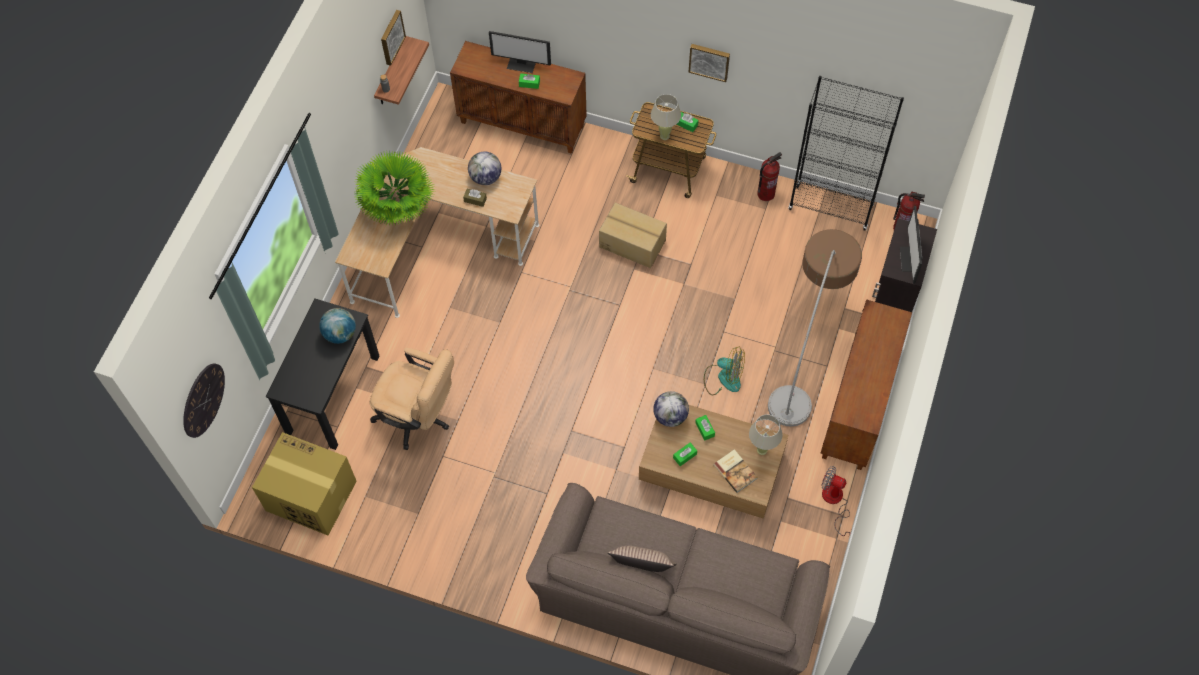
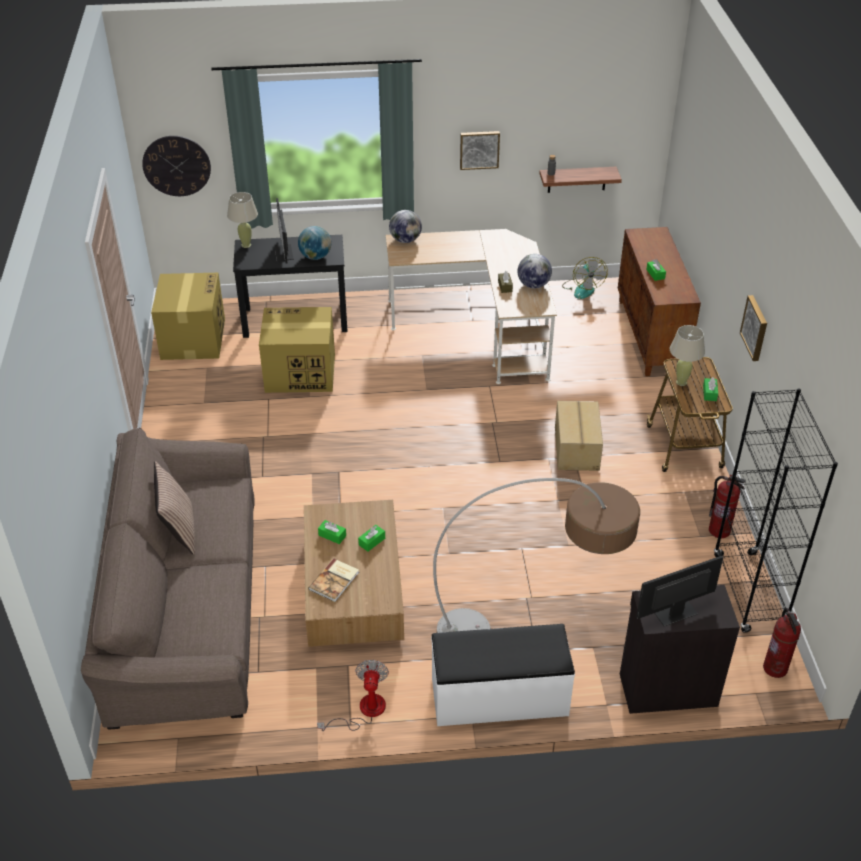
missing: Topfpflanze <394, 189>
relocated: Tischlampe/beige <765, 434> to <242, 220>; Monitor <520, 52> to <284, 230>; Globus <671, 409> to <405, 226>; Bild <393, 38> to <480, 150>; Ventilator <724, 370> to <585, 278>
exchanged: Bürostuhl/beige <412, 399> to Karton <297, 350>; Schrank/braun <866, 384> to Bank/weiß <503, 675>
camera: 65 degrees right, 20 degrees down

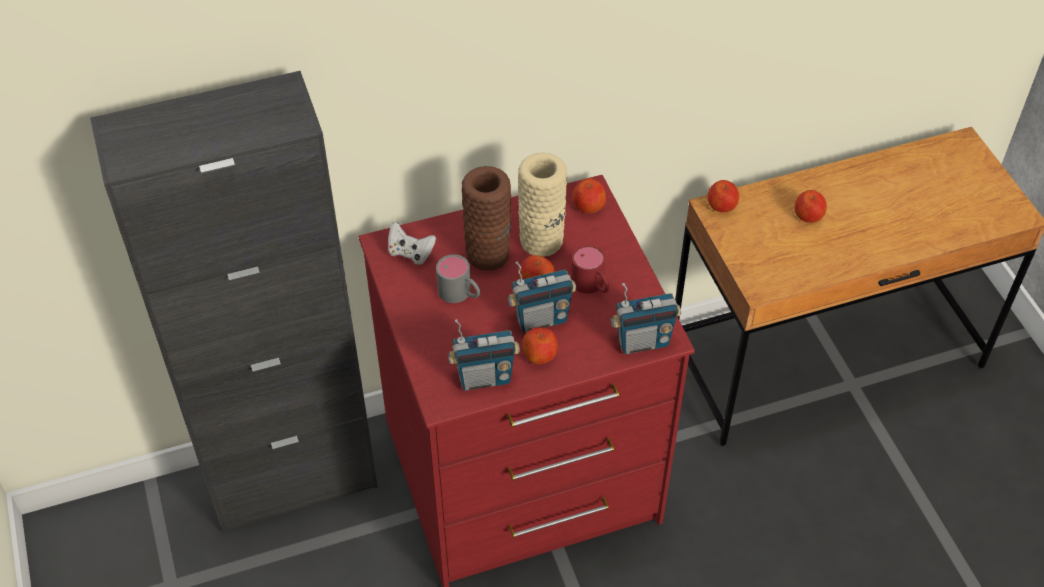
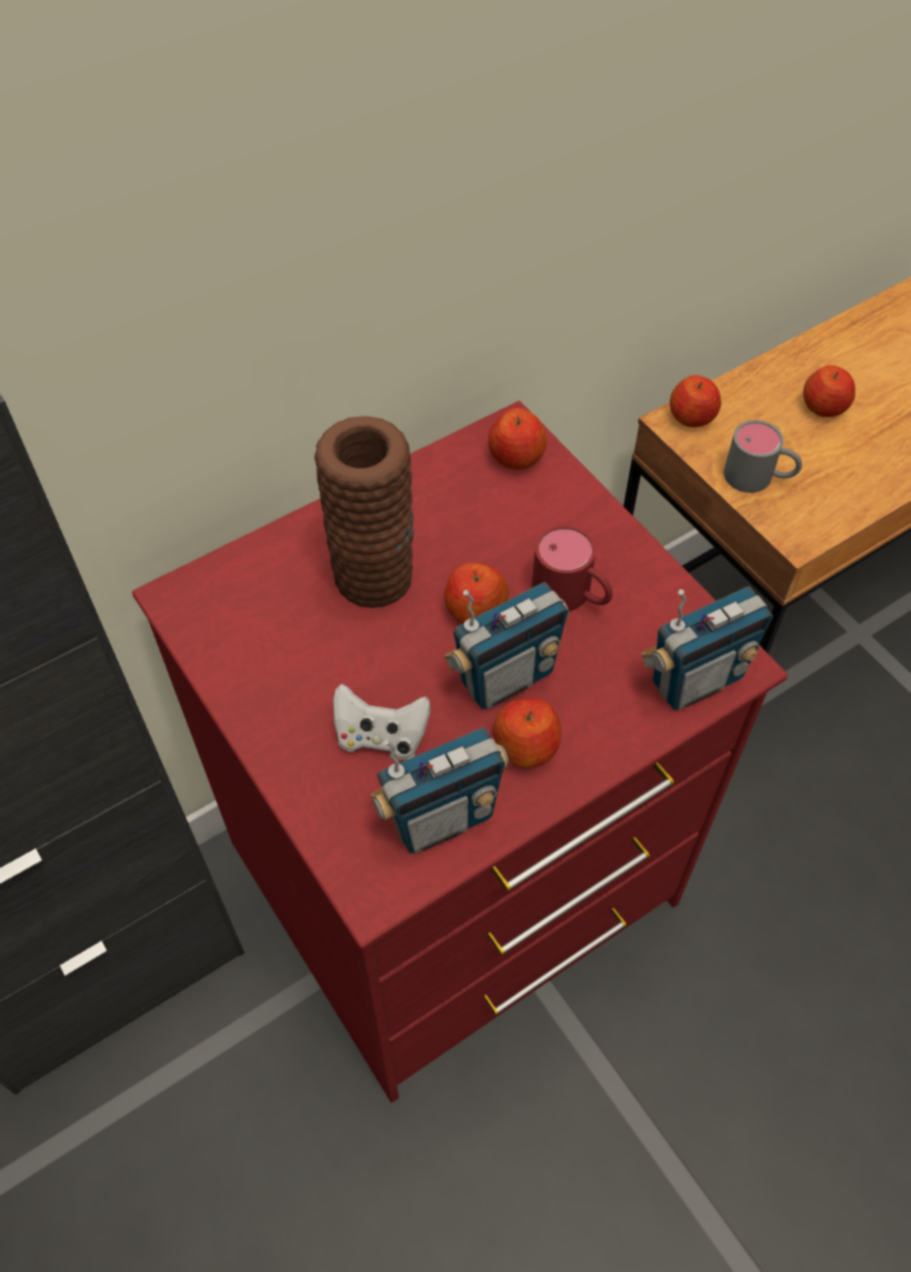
missing: Vase/beige <542, 205>
relocated: Gamepad/weiß <412, 243> to <381, 722>; Henkelbecher/grau <458, 278> to <763, 456>
camera: 15 degrees left, 5 degrees up

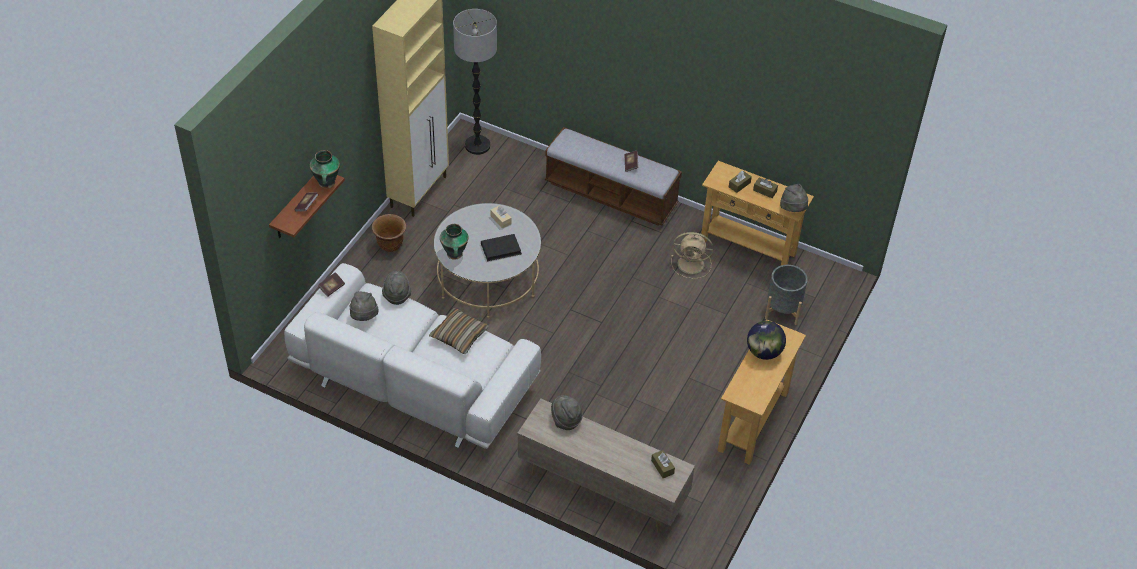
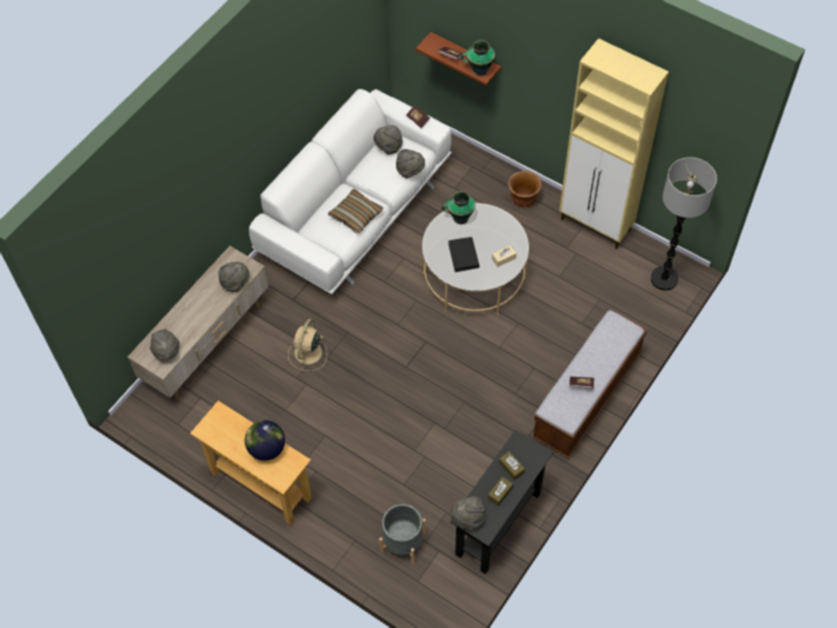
relocated: Ventilator/beige <692, 255> to <307, 345>
exchanged: Taschentuchbox/braun <663, 464> to Hut/grau <164, 345>
colour: Konsolentisch/beige <757, 213> to Konsolentisch/schwarz <501, 502>
camera: 100 degrees right, 10 degrees up

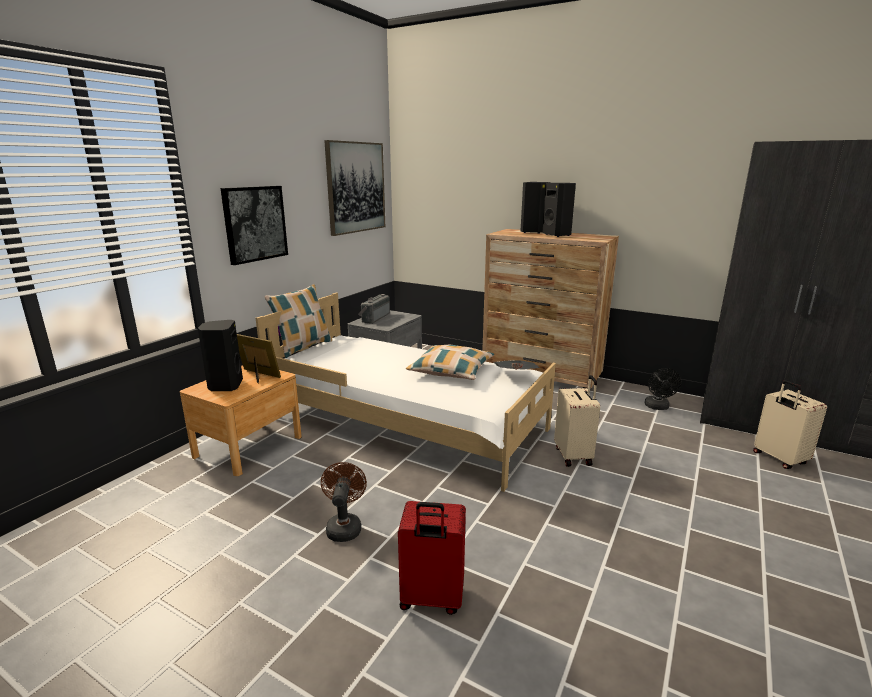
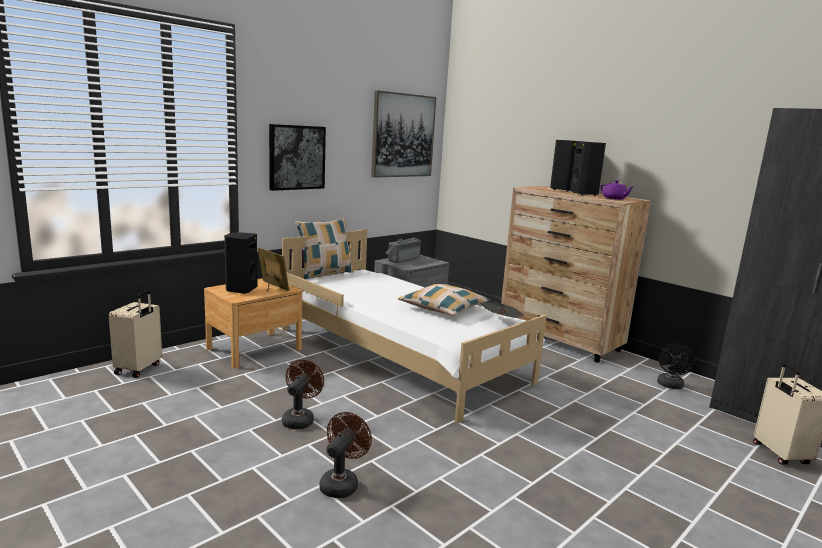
appeared: Teekanne/lila <617, 190>
relocated: Koffer/beige <577, 421> to <135, 334>
exchanged: Koffer/rot <432, 558> to Ventilator/braun <346, 455>
camera: 15 degrees right, 5 degrees down

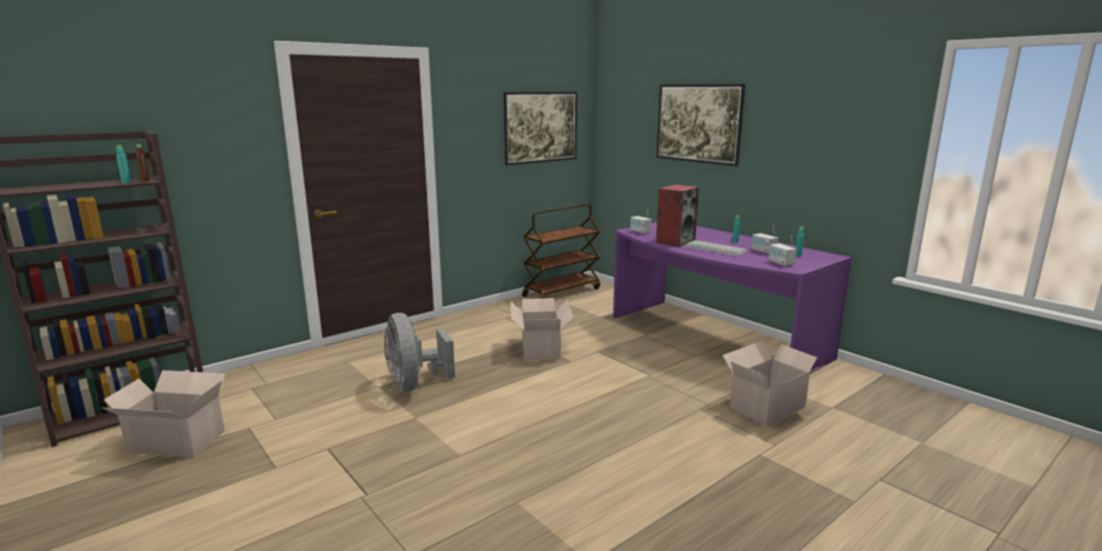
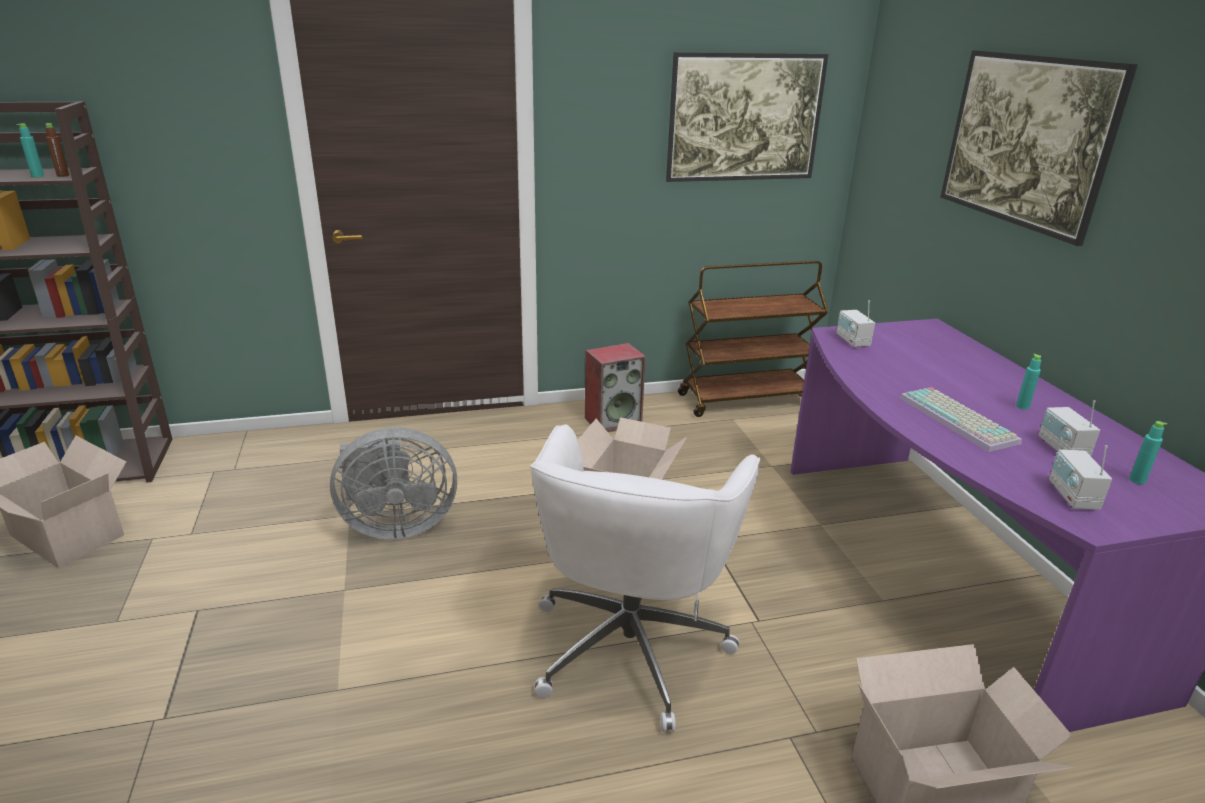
appeared: Bürostuhl/weiß <645, 578>
relocated: Lautsprecher <677, 216> to <615, 387>
spun: Ventilator/grau <419, 352> = <393, 483> 105 degrees counterclockwise
camera: 25 degrees right, 10 degrees up

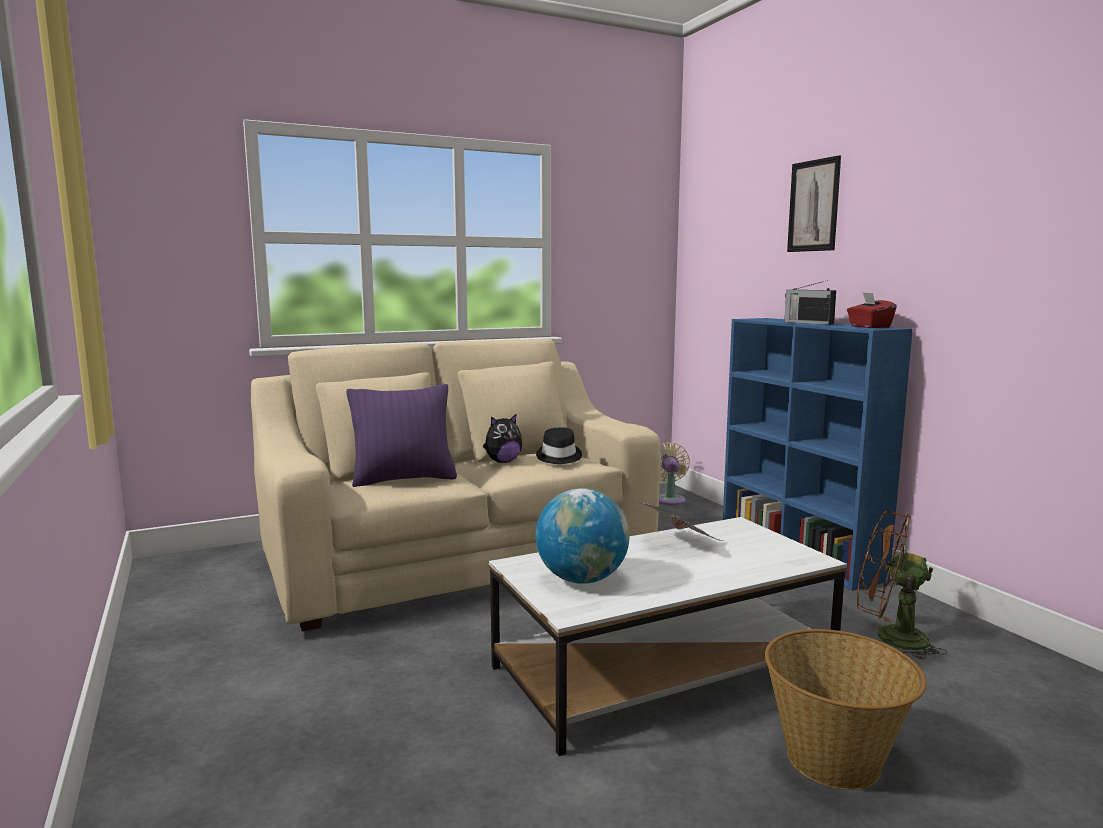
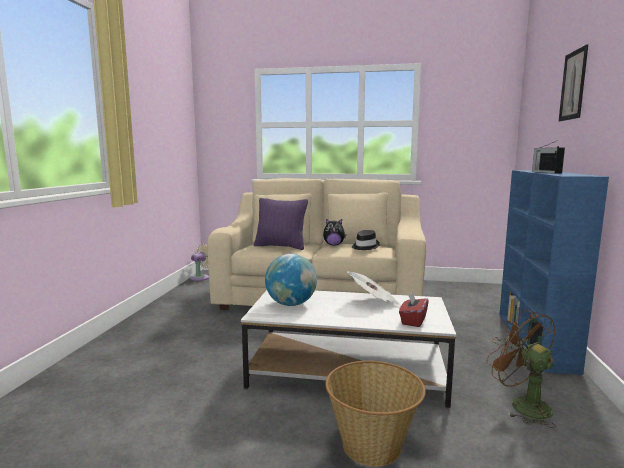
relocated: Ventilator/beige <674, 473> to <199, 262>; Taschentuchbox/rot <872, 310> to <414, 309>
camera: 35 degrees right, 0 degrees up

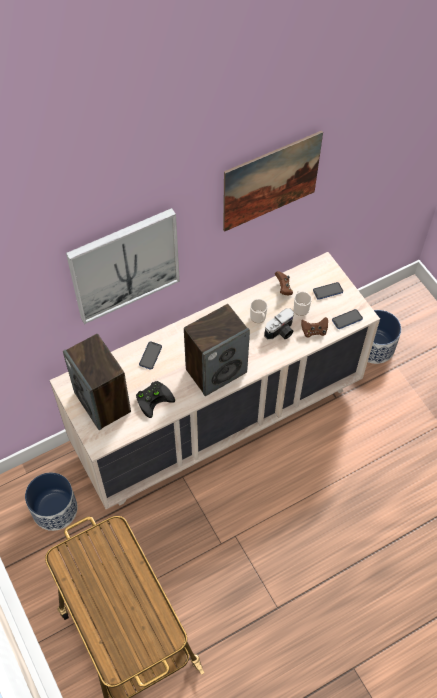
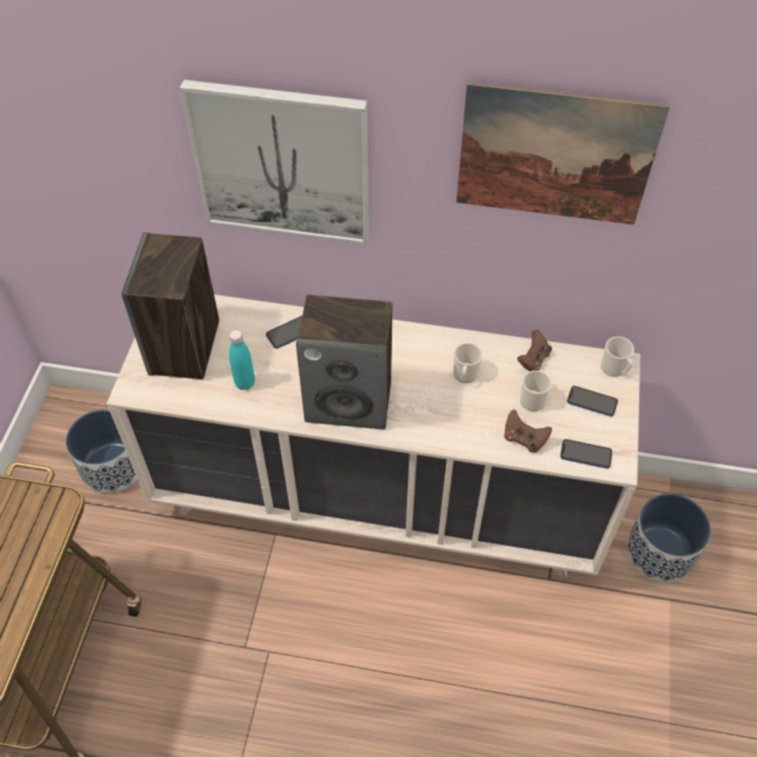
missing: Kamera <279, 324>
appeared: Henkelbecher <617, 356>
exchanged: Gamepad/schwarz <155, 399> to Flasche/türkis <242, 360>
camera: 40 degrees right, 5 degrees down

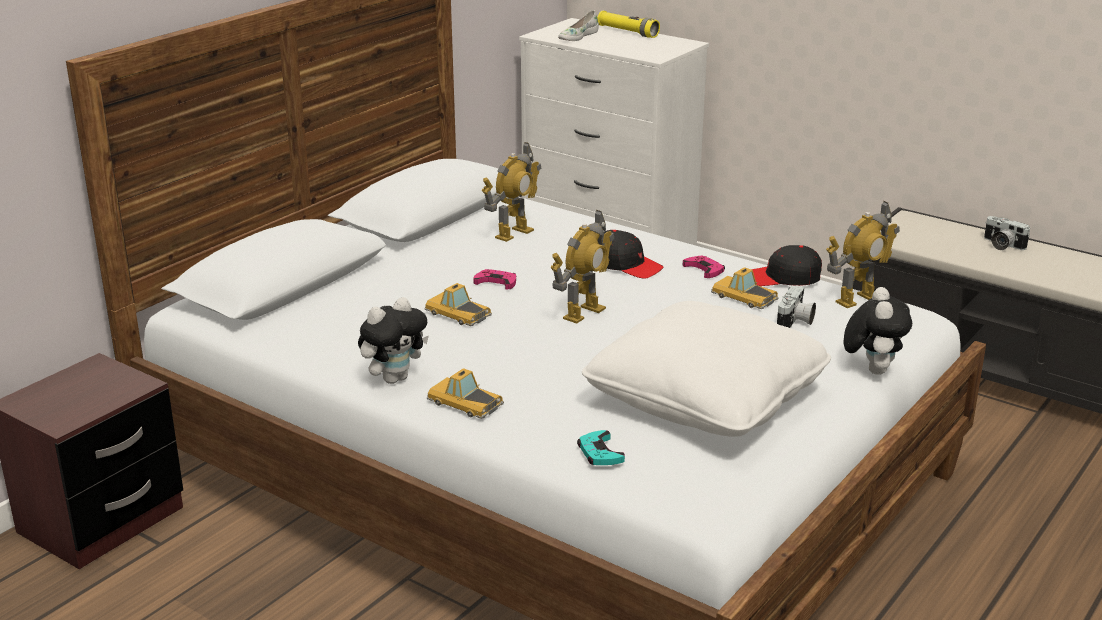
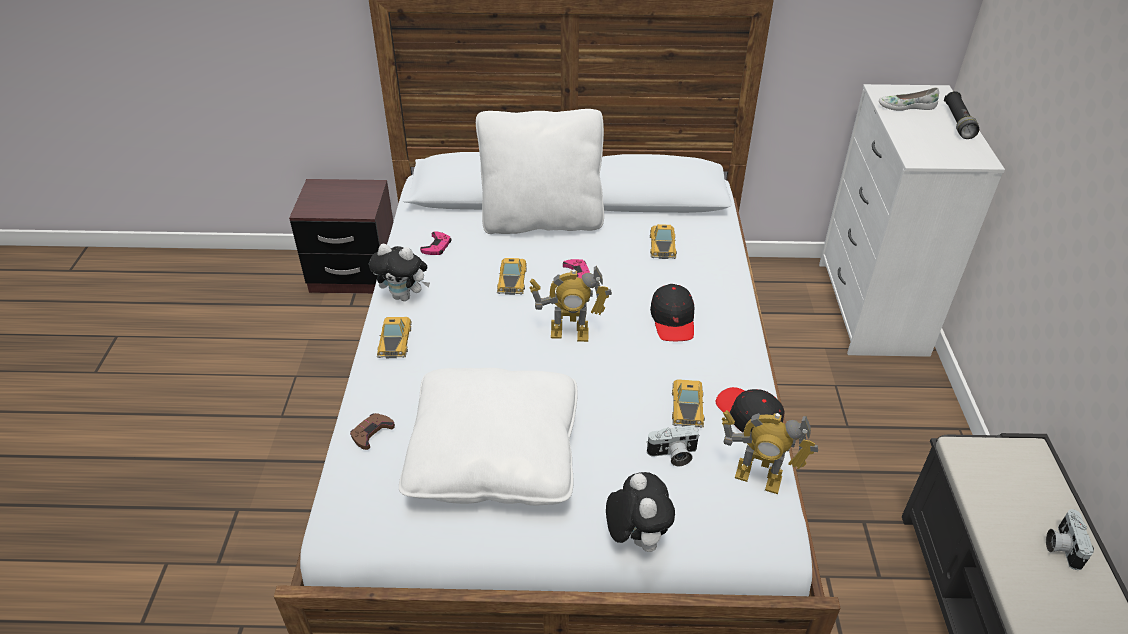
appeared: Kissen/weiß <540, 171>
relocated: Gamepad/rosa <704, 267> to <435, 243>
exchanged: Spielzeugroboter <511, 192> to Spielzeugauto <663, 241>
colour: Gamepad/türkis <601, 447> to Gamepad/braun <372, 431>; Taschenlampe/gelb <628, 24> to Taschenlampe/schwarz <961, 115>
spun: Plüschtier <878, 331> = <640, 512> 75 degrees counterclockwise
camera: 55 degrees right, 15 degrees up

